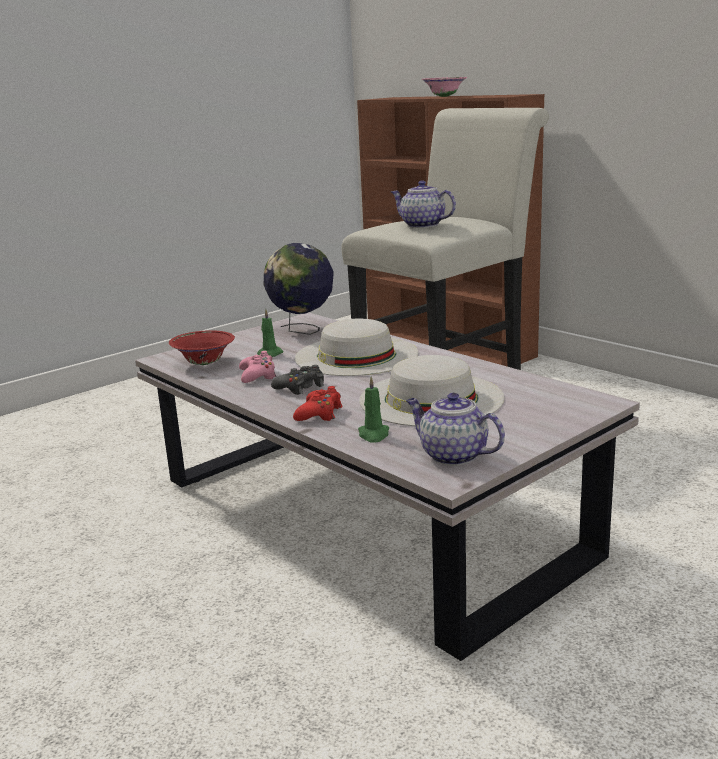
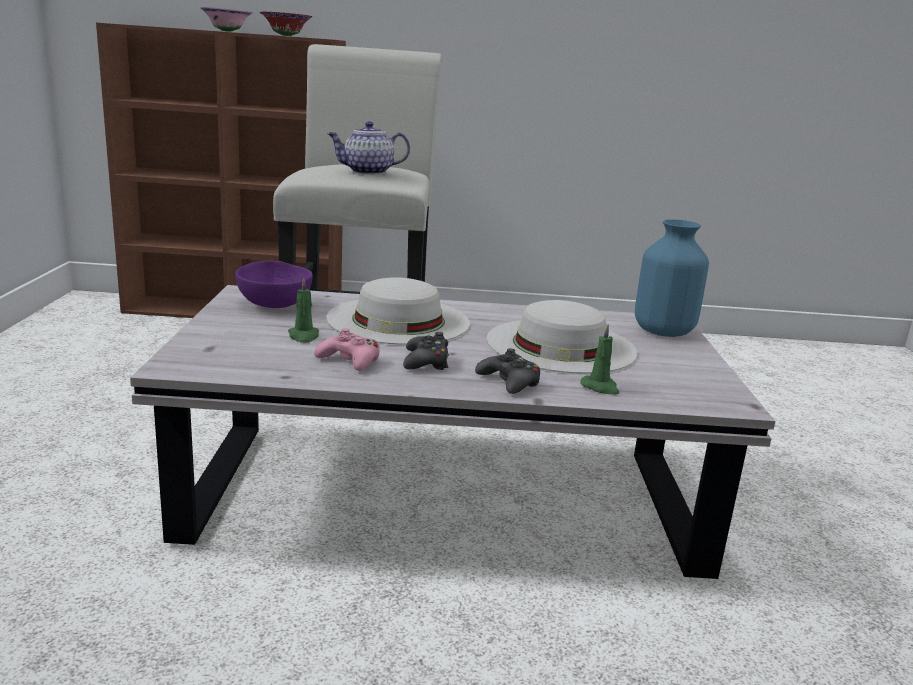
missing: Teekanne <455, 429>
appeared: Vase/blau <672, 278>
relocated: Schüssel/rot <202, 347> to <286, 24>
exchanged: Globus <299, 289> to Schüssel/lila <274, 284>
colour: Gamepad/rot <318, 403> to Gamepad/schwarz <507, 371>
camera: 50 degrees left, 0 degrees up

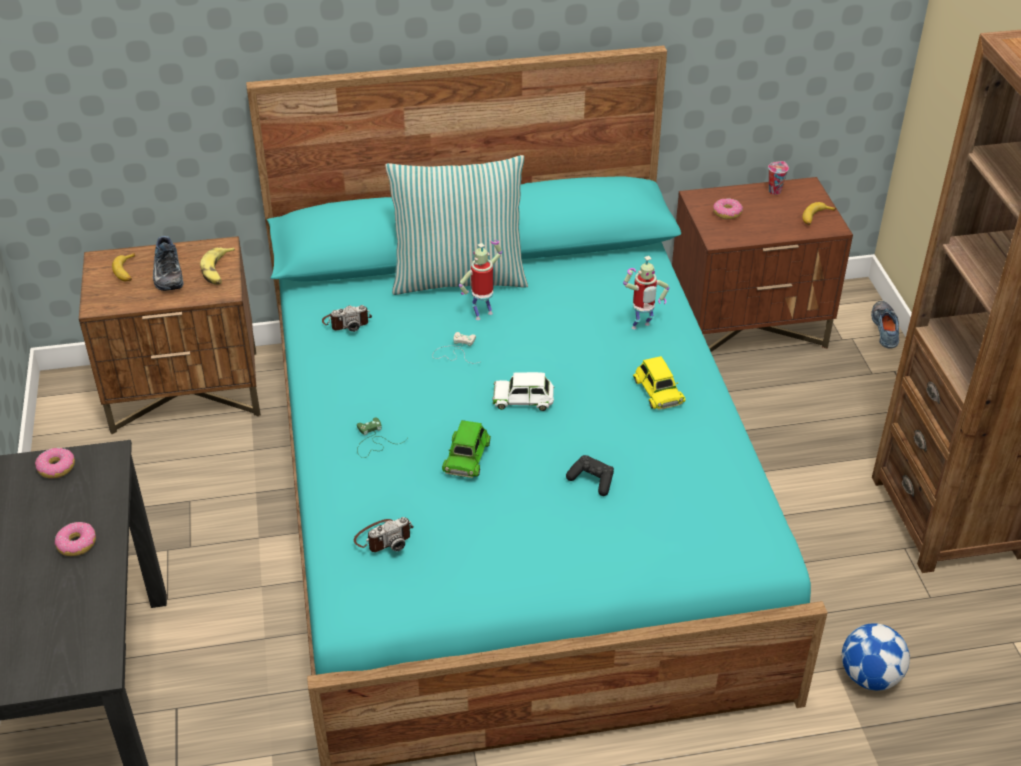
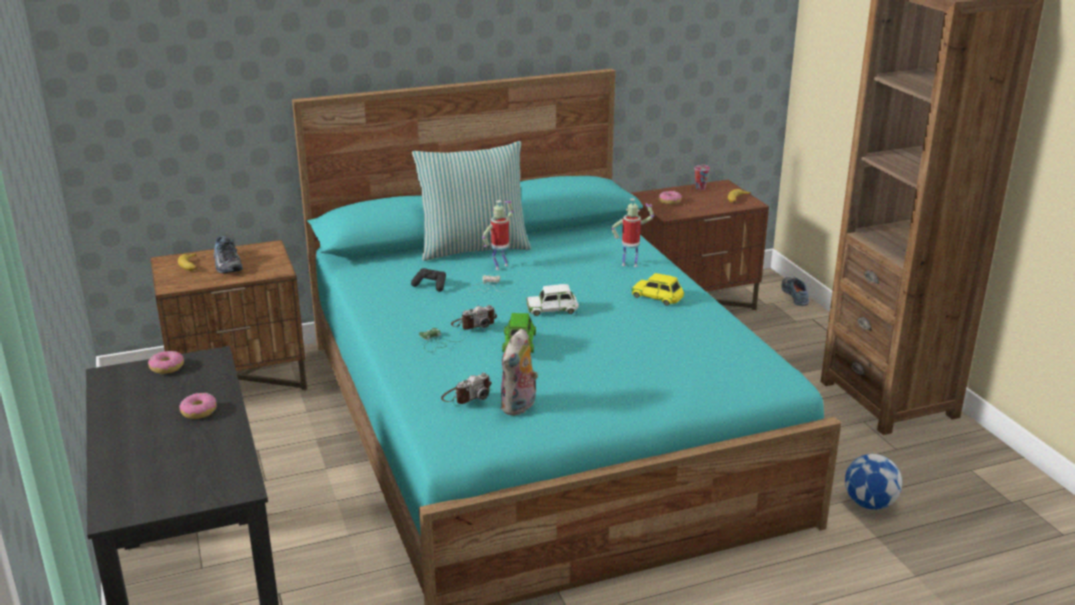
missing: Banane <217, 266>
appeared: Plüschtier <519, 372>
relocated: Gamepad/schwarz <590, 475> to <428, 280>; Kamera <347, 318> to <474, 317>
spun: Spielzeugroboter <646, 293> = <632, 232> 135 degrees counterclockwise; Spielzeugauto/gelb <659, 383> = <658, 289> 150 degrees clockwise
camera: 10 degrees left, 15 degrees down

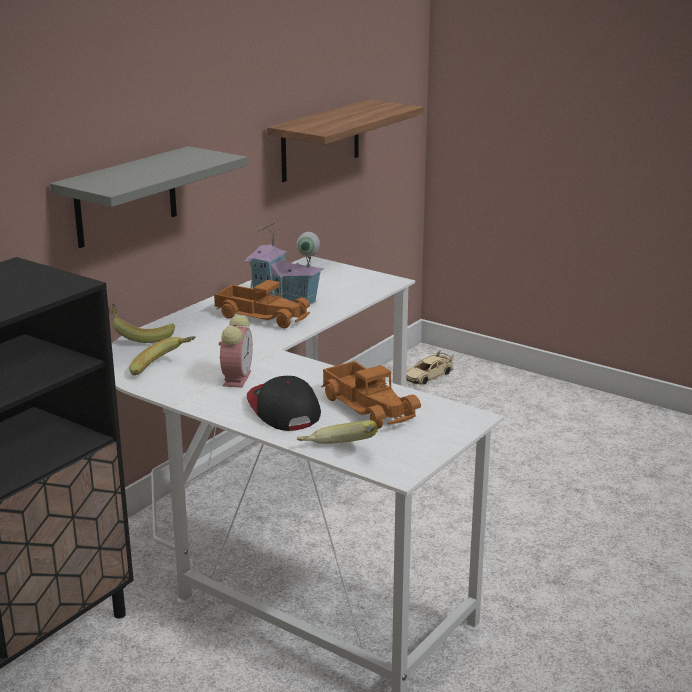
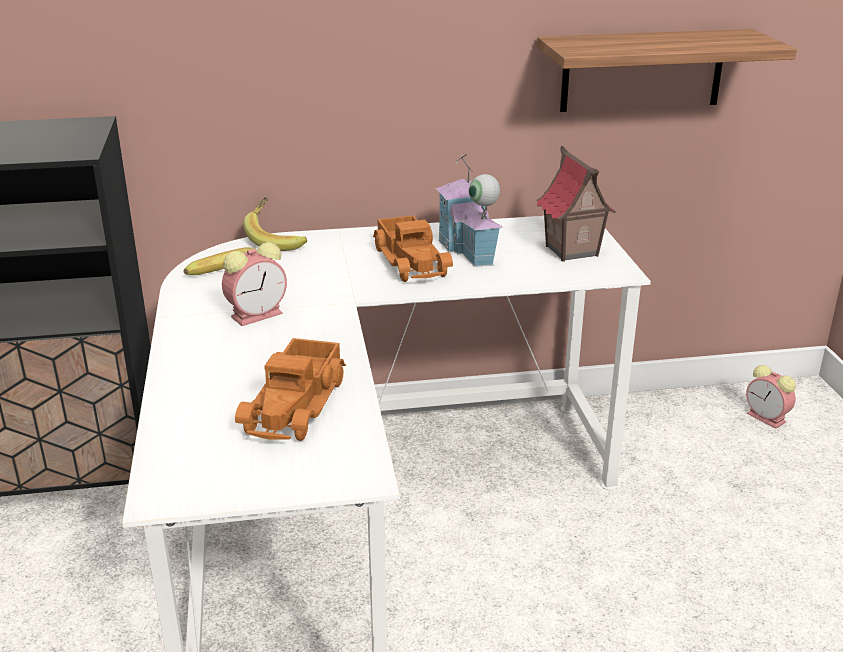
missing: Wandregal/grau <148, 197>; Kappe <284, 403>; Banane <337, 432>
appeared: Spielzeughaus <576, 203>
exchanged: Spielzeugauto/beige <430, 367> to Wecker <771, 396>
camera: 45 degrees right, 5 degrees up

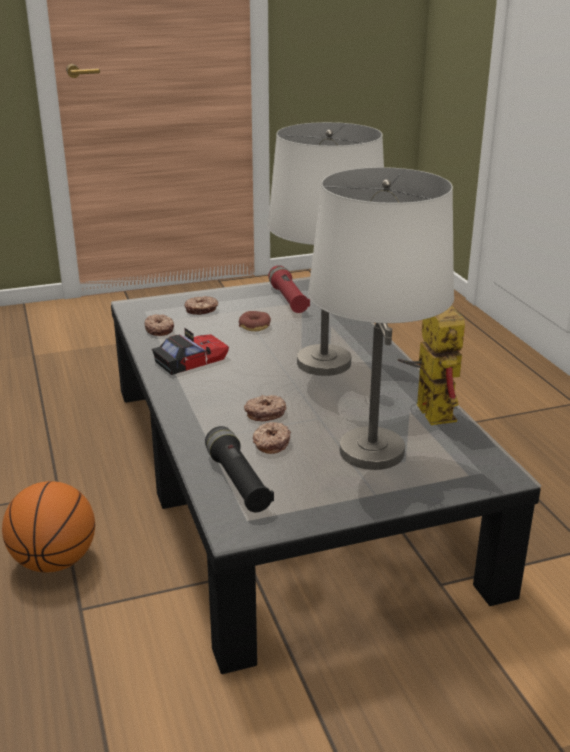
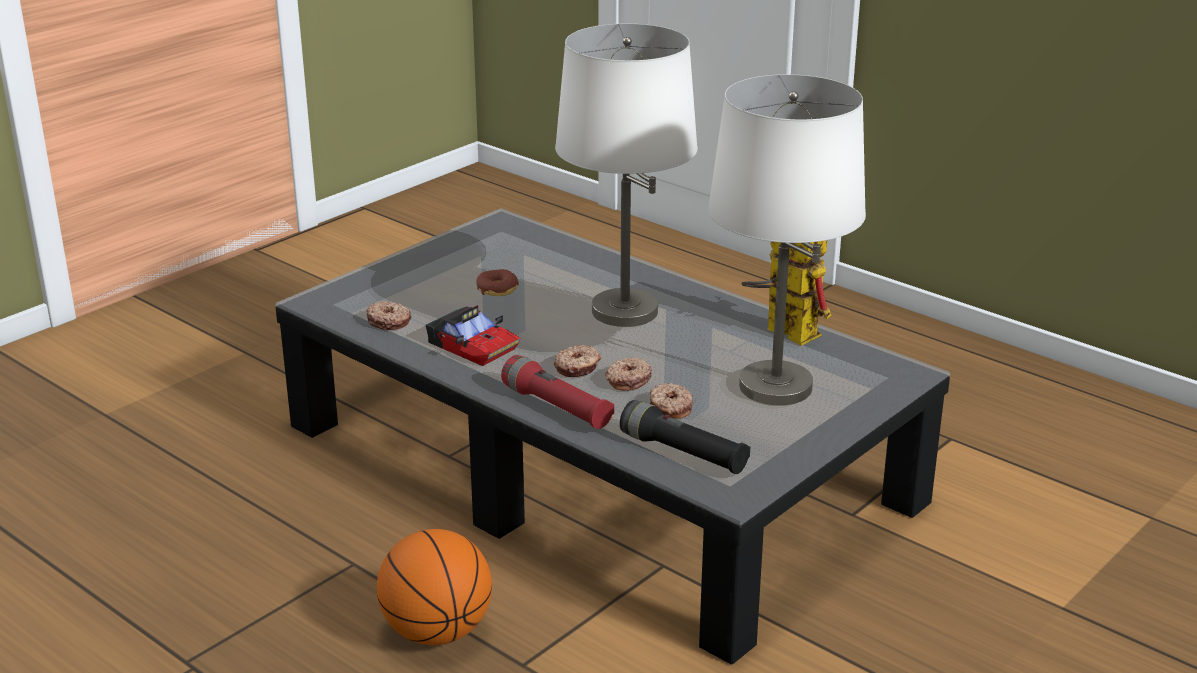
relocated: Taschenlampe/rot <289, 289> to <557, 392>; Donut <201, 305> to <577, 361>
spun: Spielzeugauto <190, 351> = <473, 335> 105 degrees clockwise
camera: 30 degrees left, 0 degrees up

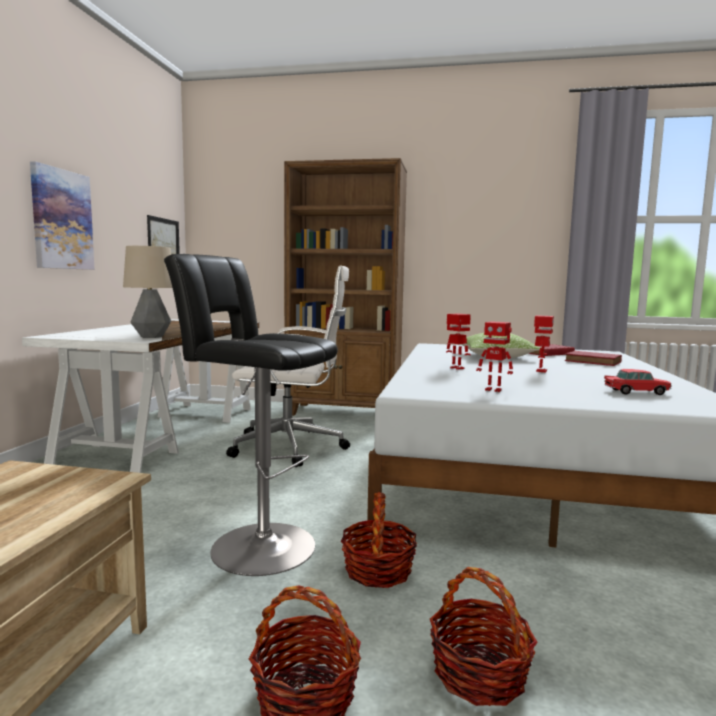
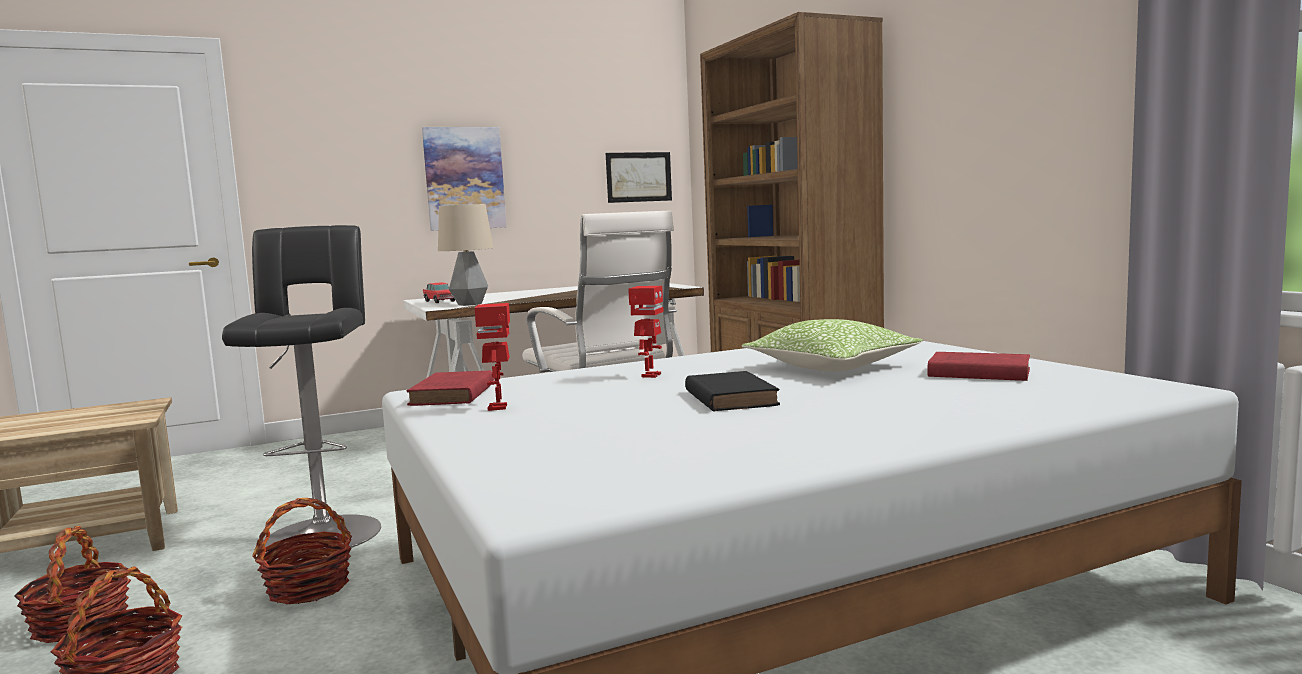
relocated: Buch/rot <593, 358> to <450, 388>; Spielzeugauto <637, 382> to <439, 292>
exchanged: Spielzeugroboter <544, 344> to Buch/schwarz <732, 391>
camera: 55 degrees right, 0 degrees up

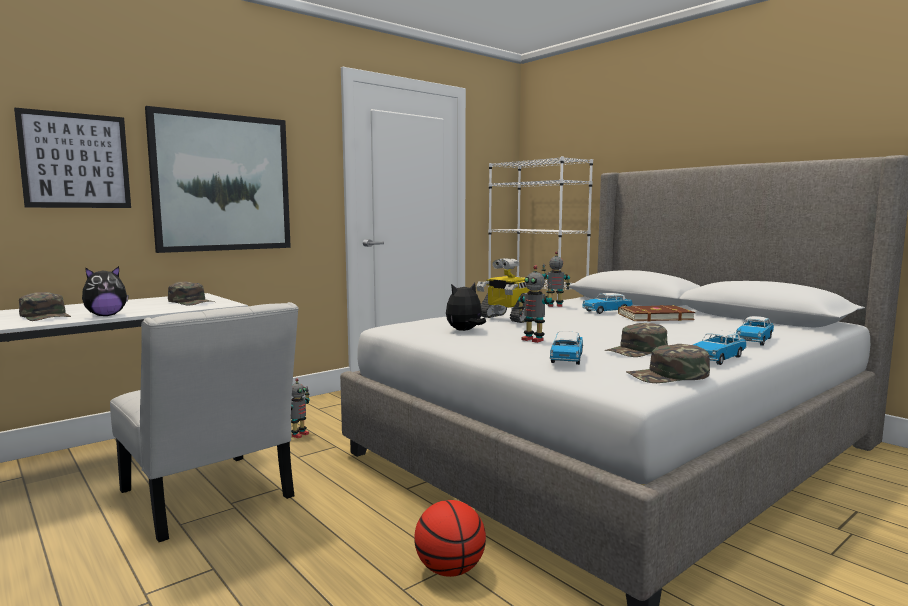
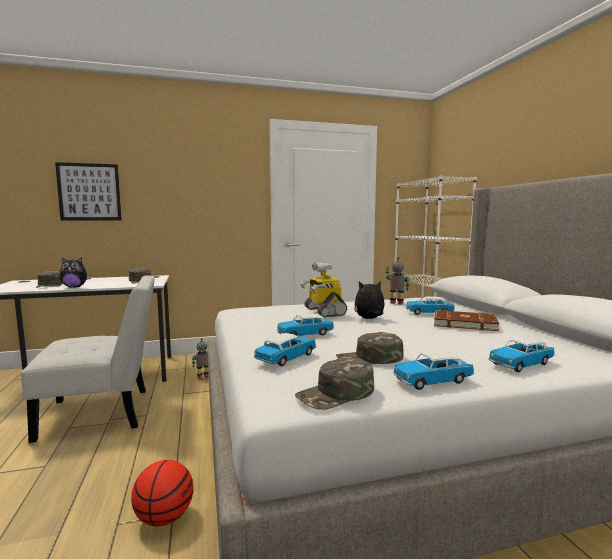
missing: Bild <218, 179>
relocated: Plüschtier <466, 307> to <369, 300>
exchanged: Spielzeugroboter <535, 304> to Spielzeugauto <305, 325>
spun: Stuhl/weiß <204, 422> = <88, 359> 90 degrees counterclockwise; Kappe/grün <668, 363> = <334, 384> 45 degrees counterclockwise
camera: 25 degrees right, 0 degrees up

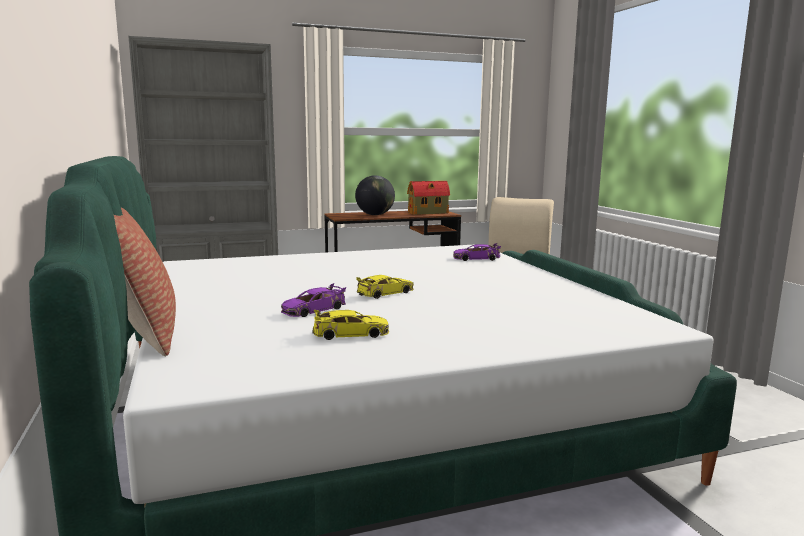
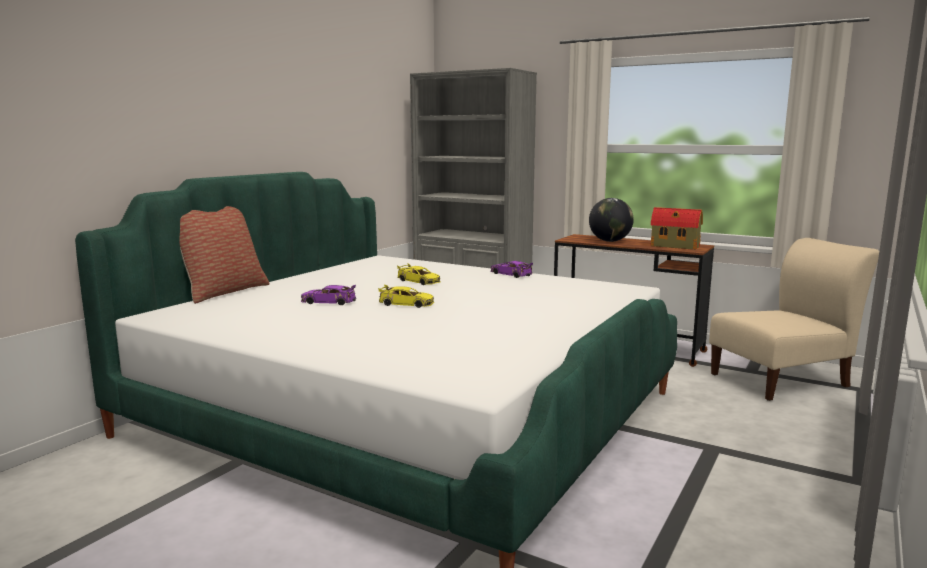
relocated: Spielzeugauto/gelb <351, 325> to <419, 274>; Spielzeugauto/lila <477, 252> to <511, 269>
camera: 50 degrees right, 0 degrees up

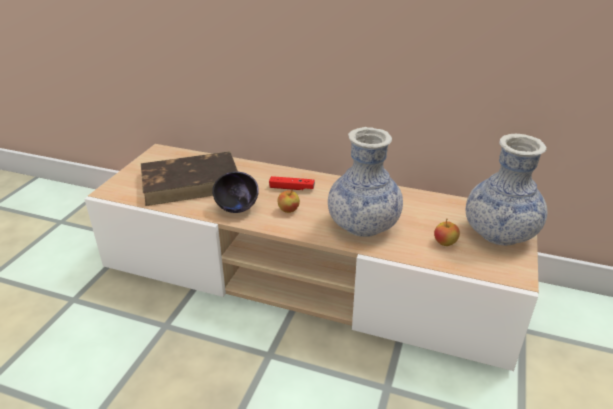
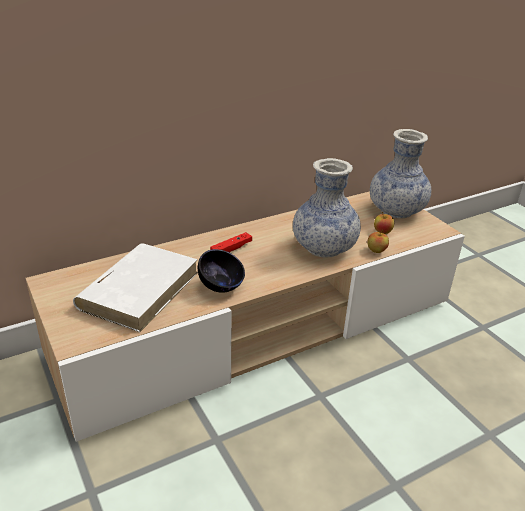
relocated: Apfel <289, 201> to <378, 241>
colour: Buch/braun <189, 178> to Buch/weiß <135, 287>
camera: 50 degrees left, 0 degrees up

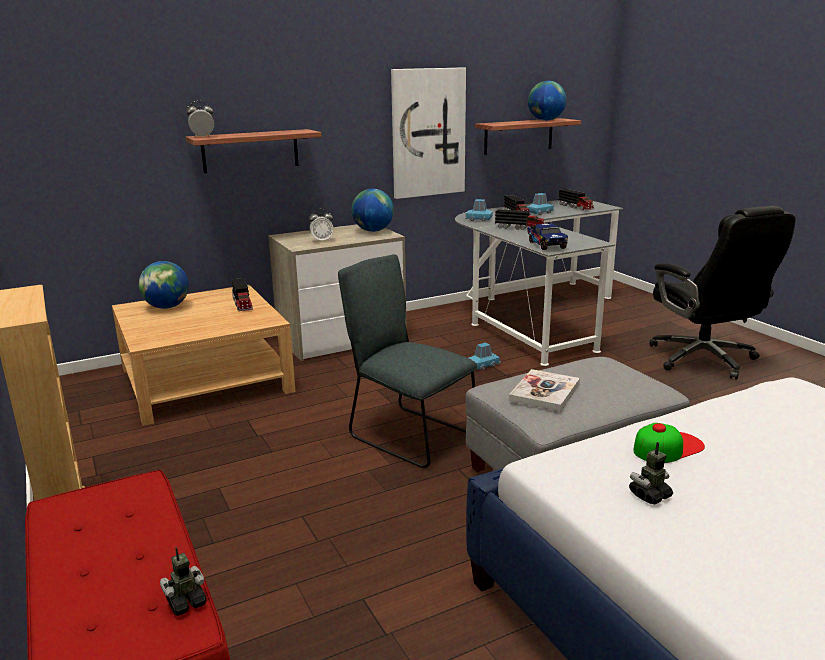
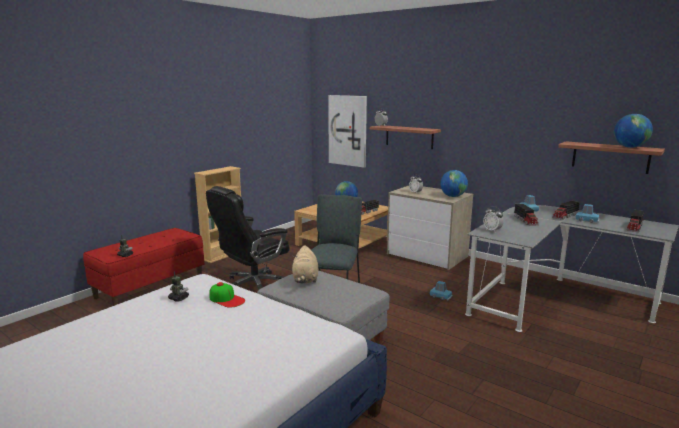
relocated: Bürostuhl/schwarz <723, 293> to <248, 238>; Bild <428, 133> to <347, 131>
exchanged: Buch <544, 390> to Plüschtier/beige <305, 264>; Spielzeuglaster <547, 236> to Wecker <493, 219>
camera: 65 degrees right, 5 degrees down

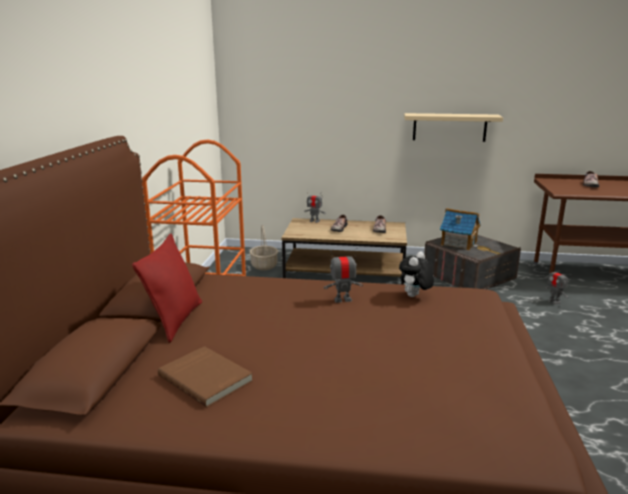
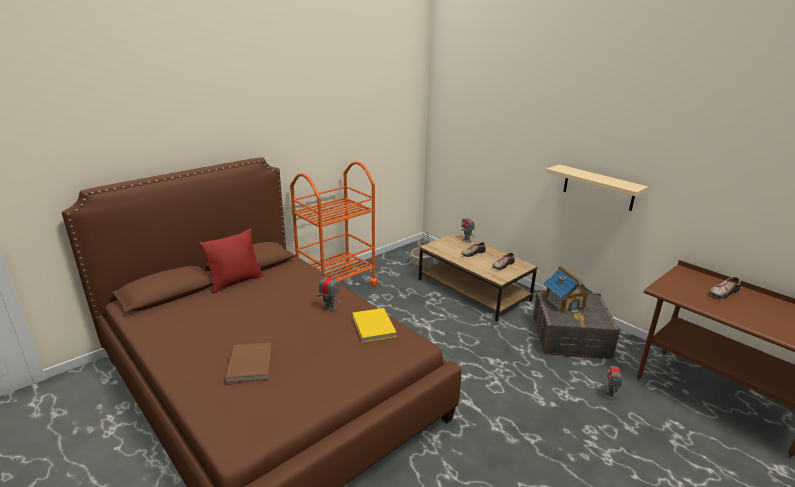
relocated: Buch/braun <205, 376> to <248, 363>
exchanged: Plüschtier <416, 274> to Buch/gelb <375, 325>
camera: 40 degrees right, 5 degrees up

